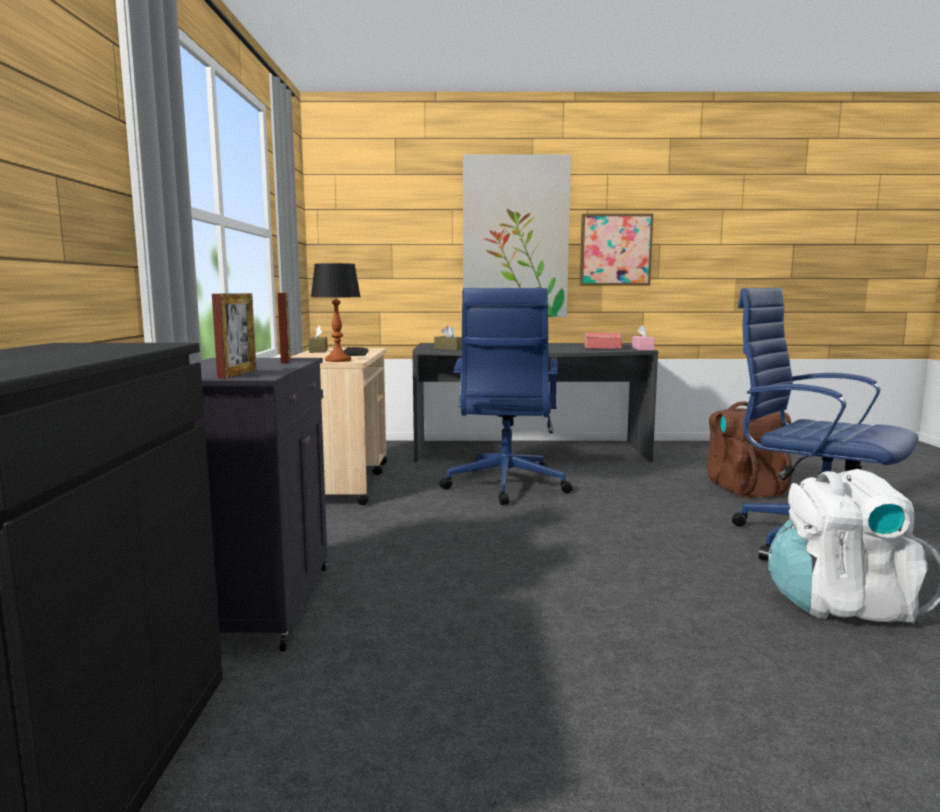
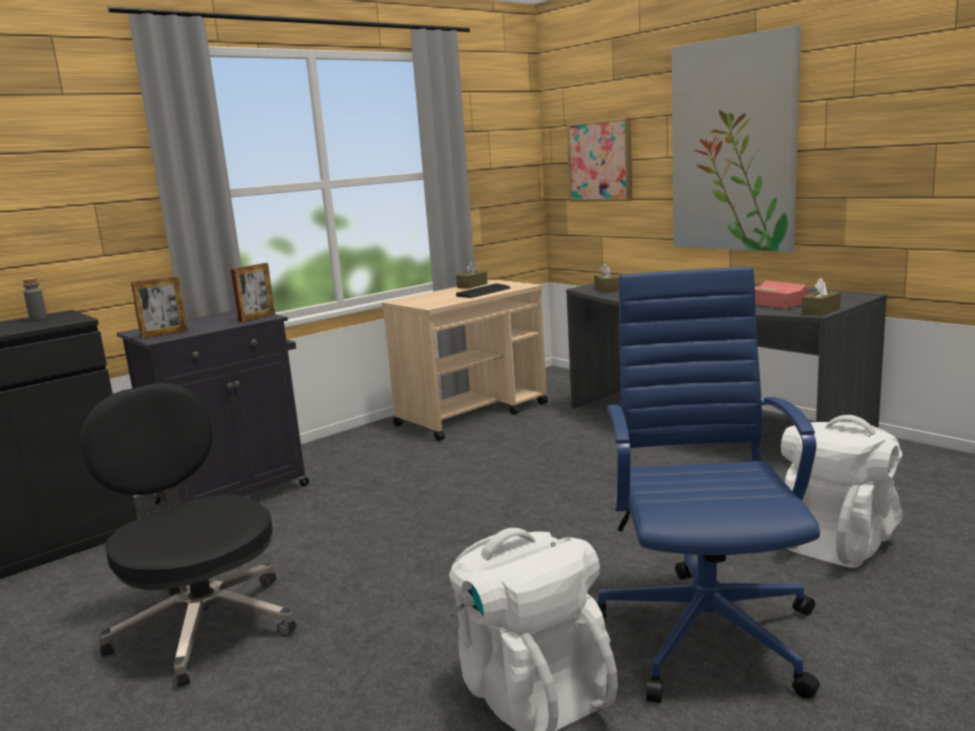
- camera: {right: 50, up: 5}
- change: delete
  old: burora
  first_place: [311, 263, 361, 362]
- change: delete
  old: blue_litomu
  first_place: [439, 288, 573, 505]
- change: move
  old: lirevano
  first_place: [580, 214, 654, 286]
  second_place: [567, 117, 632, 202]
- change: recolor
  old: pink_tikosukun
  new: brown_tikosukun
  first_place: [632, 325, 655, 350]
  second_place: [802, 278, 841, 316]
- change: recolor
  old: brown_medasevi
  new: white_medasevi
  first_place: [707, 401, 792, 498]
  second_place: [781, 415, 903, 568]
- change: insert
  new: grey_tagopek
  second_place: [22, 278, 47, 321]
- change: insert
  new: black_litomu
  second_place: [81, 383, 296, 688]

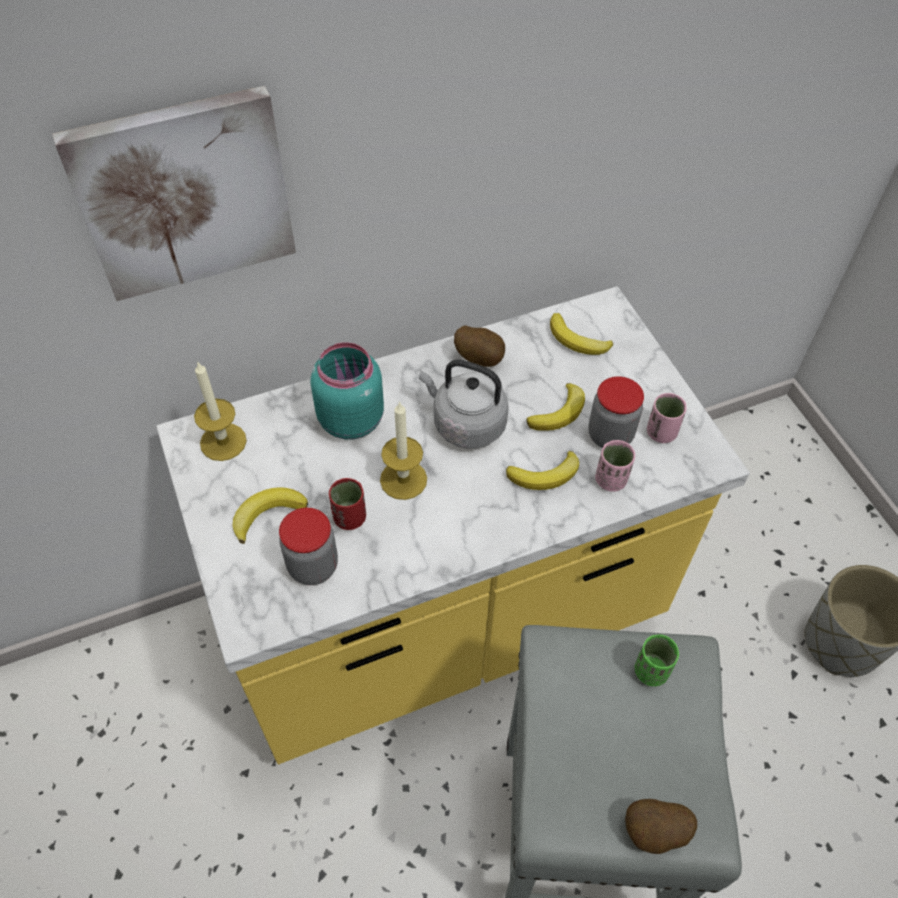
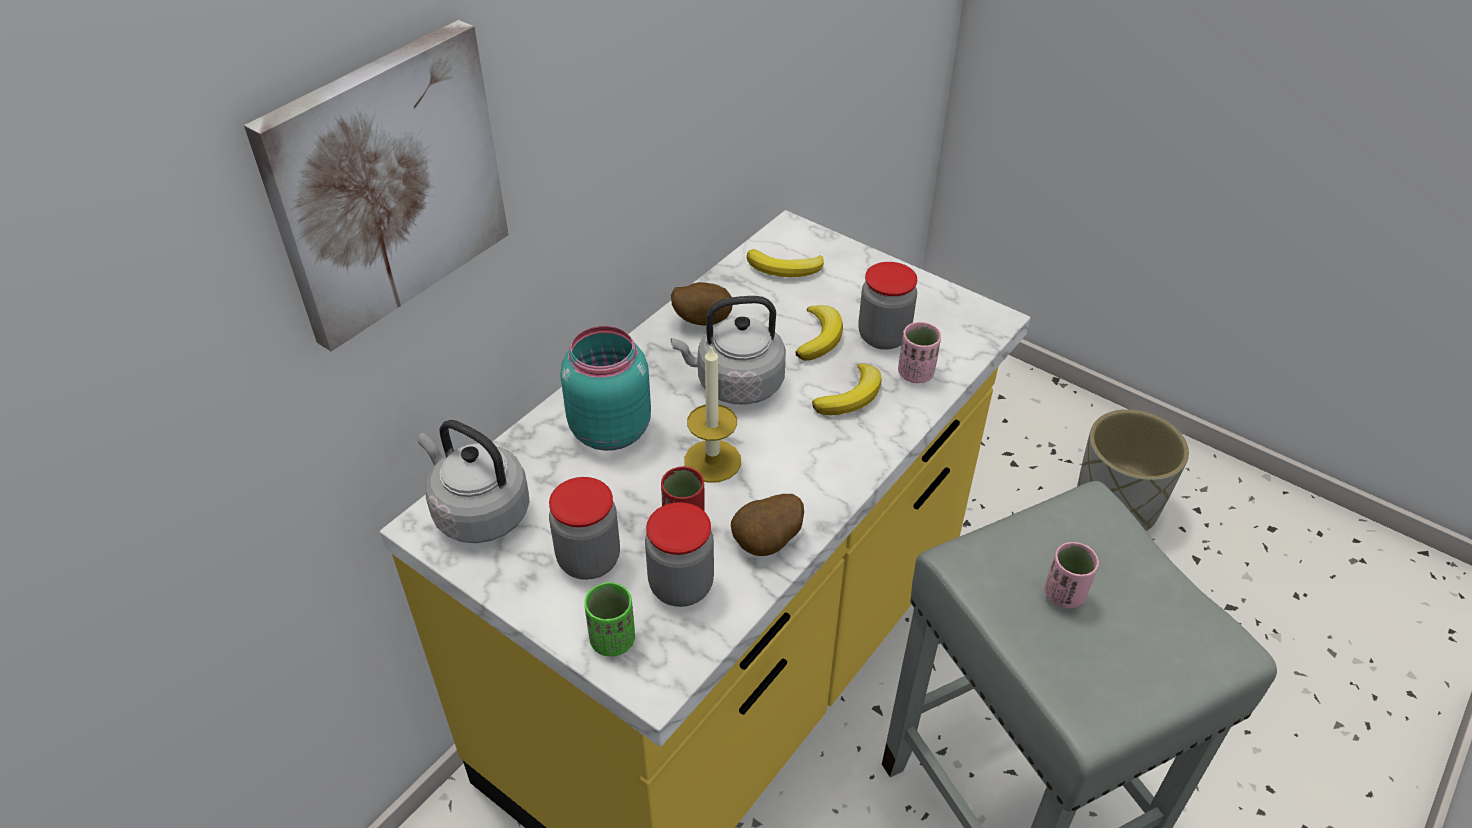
- camera: {right: -30, up: -10}
- change: replace
  old: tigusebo
  new: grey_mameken
  first_place: [194, 361, 247, 461]
  second_place: [418, 420, 530, 543]
- change: replace
  old: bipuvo
  new: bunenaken
  first_place: [233, 487, 308, 544]
  second_place: [549, 477, 620, 580]
- change: move
  old: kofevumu
  first_place: [625, 799, 697, 854]
  second_place: [731, 494, 804, 556]
- change: move
  old: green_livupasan
  first_place: [635, 635, 679, 686]
  second_place: [584, 582, 635, 656]
- change: move
  old: pink_livupasan
  first_place: [647, 393, 687, 443]
  second_place: [1045, 542, 1099, 609]

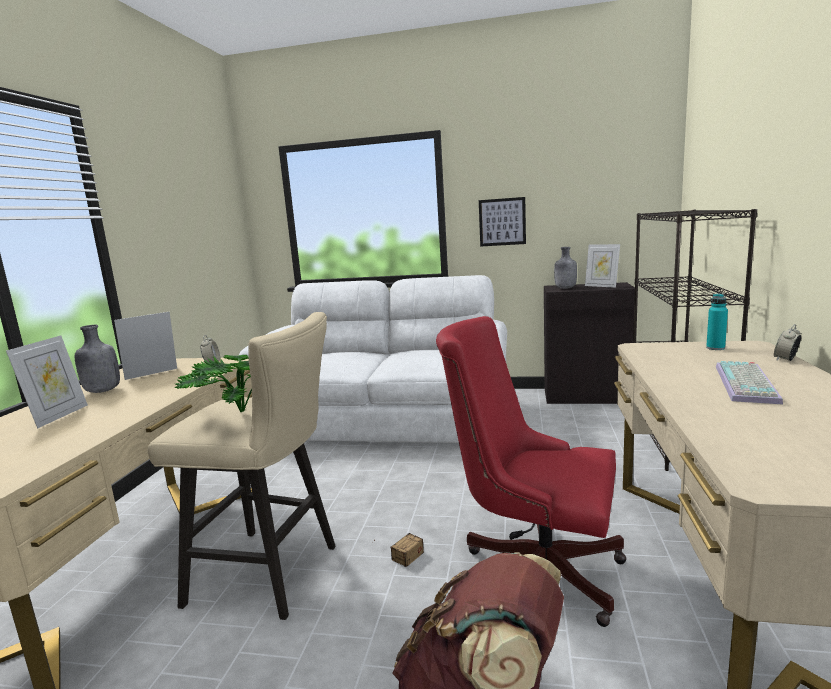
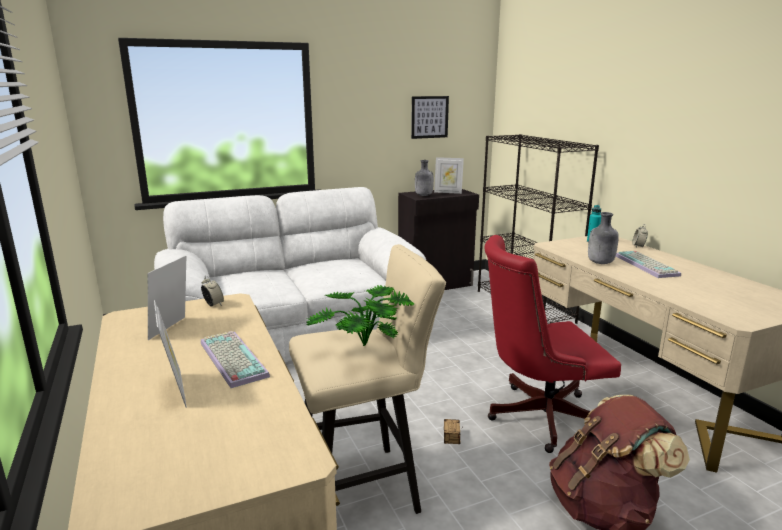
- camera: {right: -35, up: 5}
- change: move
  old: grey_tagopek
  first_place: [75, 325, 120, 393]
  second_place: [588, 212, 619, 264]
- change: move
  old: lirevano
  first_place: [479, 197, 526, 247]
  second_place: [411, 96, 449, 139]
- change: insert
  new: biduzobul
  second_place: [200, 331, 270, 388]

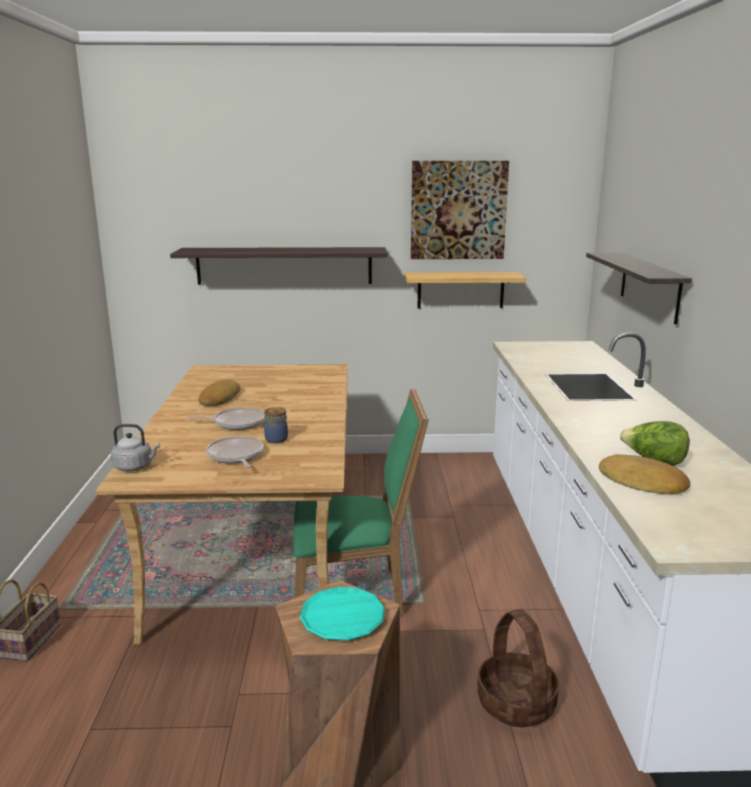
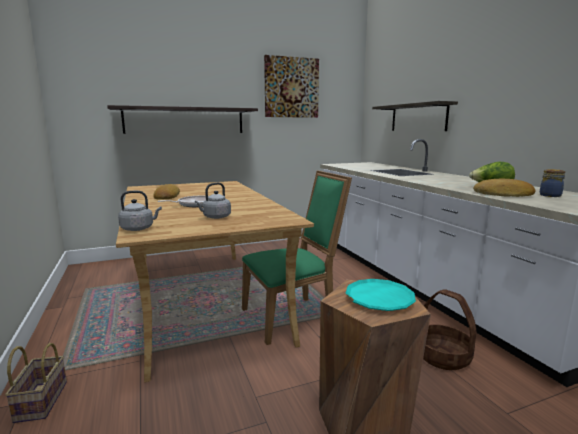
- camera: {right: -20, up: -5}
- change: replace
  old: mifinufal
  new: grey_mameken
  first_place: [206, 436, 264, 468]
  second_place: [195, 183, 231, 219]
- change: move
  old: bunenaken
  first_place: [264, 407, 288, 443]
  second_place: [540, 169, 565, 197]
- change: delete
  old: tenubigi
  first_place: [405, 272, 526, 308]

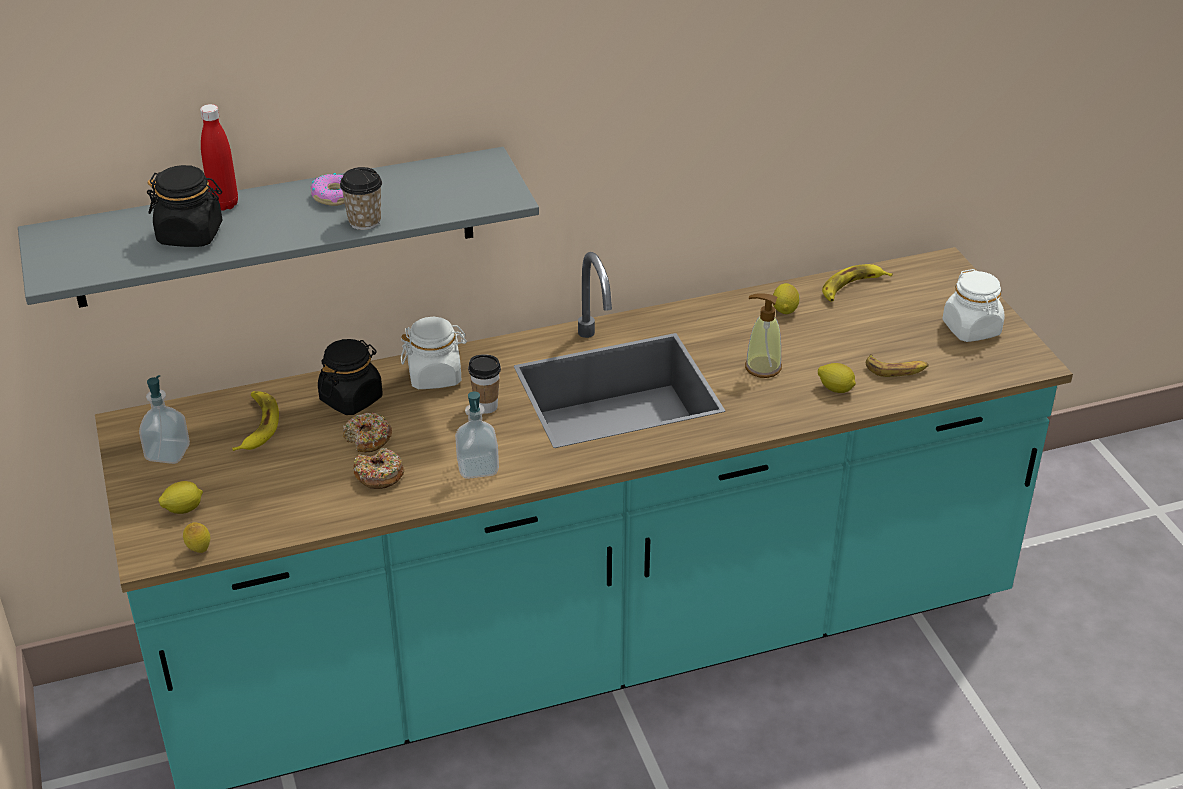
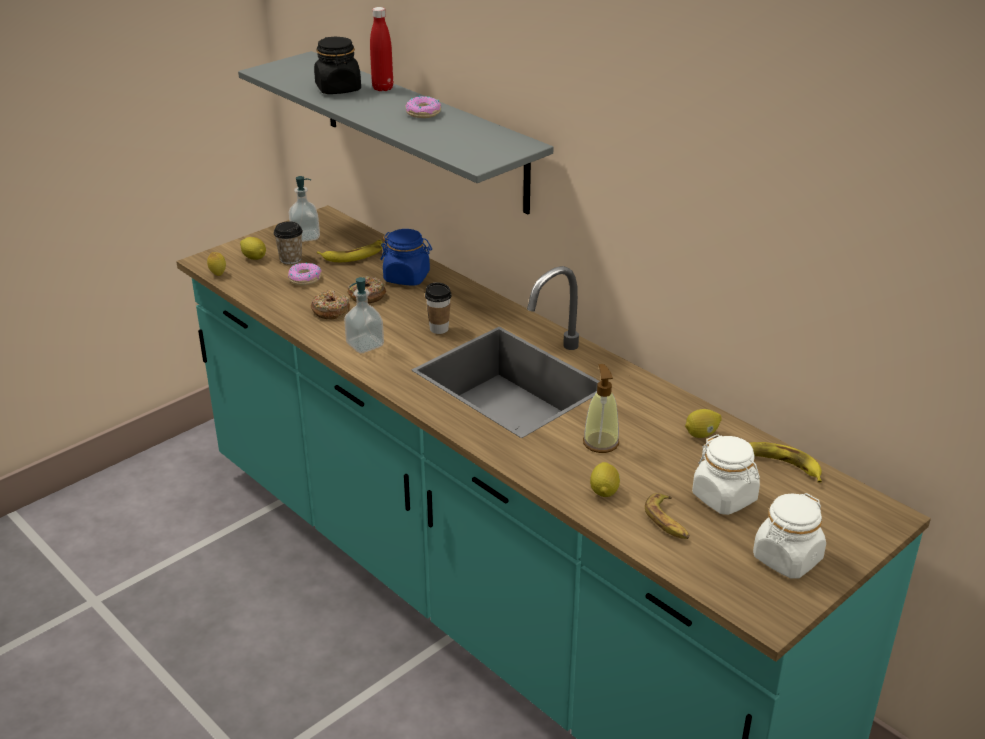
- camera: {right: 65, up: -5}
- change: recolor
  old: black_bunenaken
  new: blue_bunenaken
  first_place: [318, 339, 383, 415]
  second_place: [380, 229, 432, 286]
- change: move
  old: livupasan
  first_place: [340, 167, 382, 230]
  second_place: [274, 221, 303, 264]
- change: move
  old: white_bunenaken
  first_place: [401, 317, 467, 389]
  second_place: [692, 434, 760, 515]
- change: insert
  new: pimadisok
  second_place: [288, 262, 322, 285]

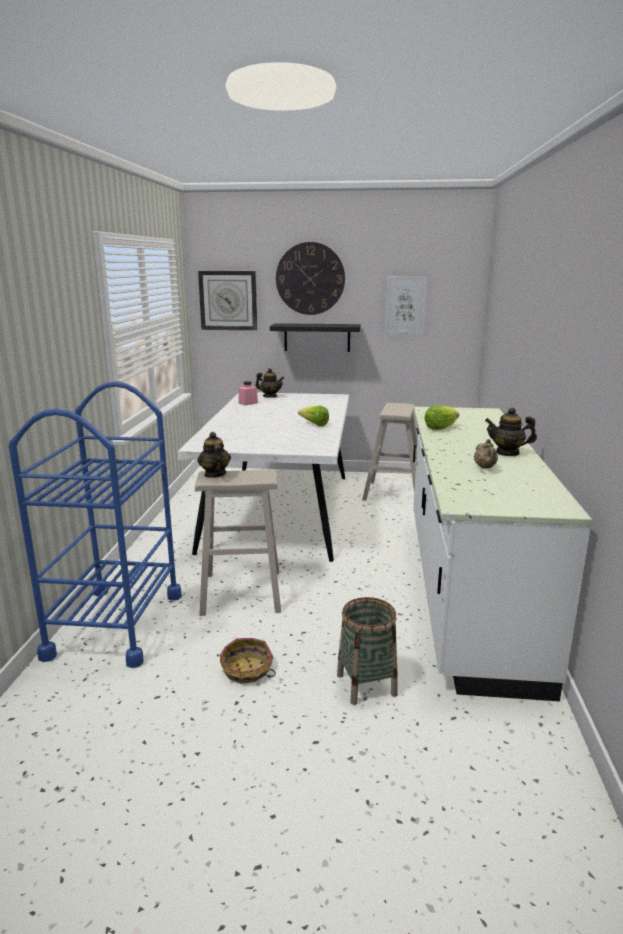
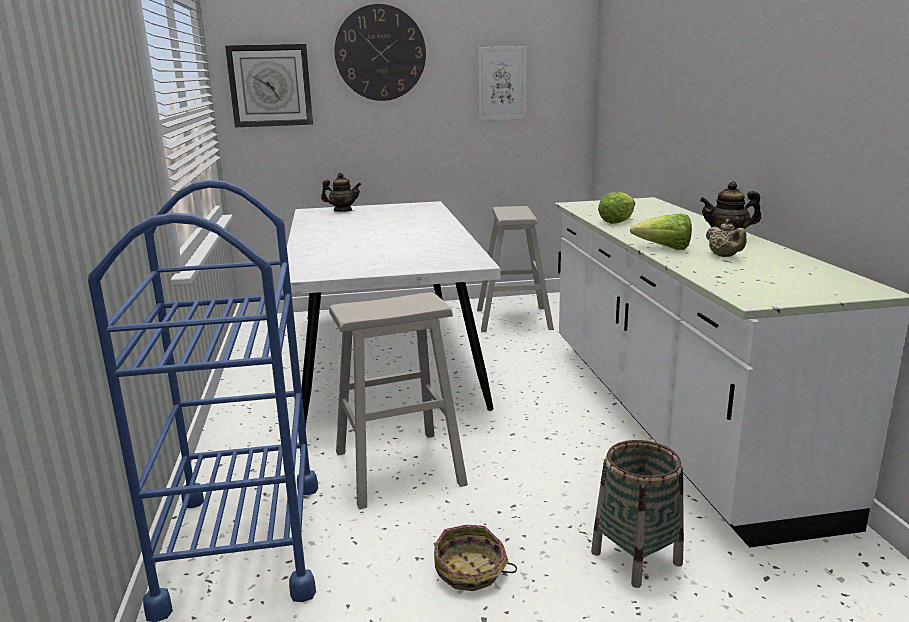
- camera: {right: -15, up: 0}
- change: delete
  old: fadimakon
  first_place: [198, 432, 231, 478]
- change: delete
  old: pink_bunenaken
  first_place: [238, 381, 258, 406]
- change: delete
  old: black_tenubigi
  first_place: [270, 323, 361, 352]
- change: move
  old: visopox
  first_place: [298, 406, 329, 426]
  second_place: [630, 214, 692, 250]

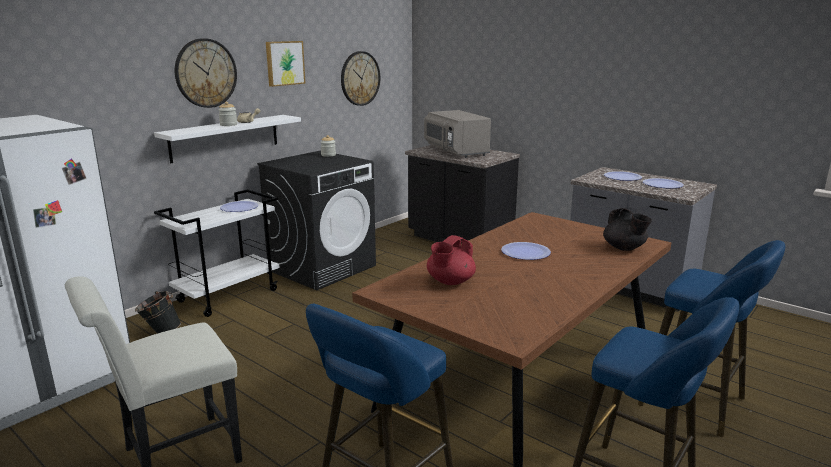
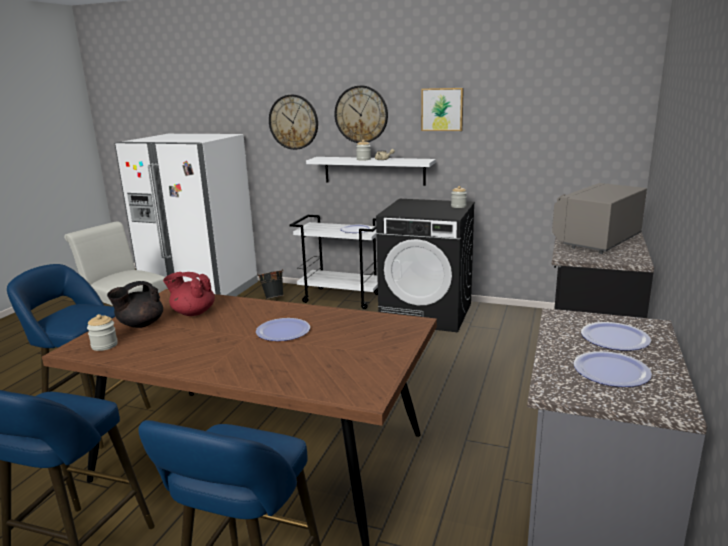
- camera: {right: 70, up: 0}
- change: move
  old: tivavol
  first_place: [341, 51, 380, 106]
  second_place: [269, 95, 318, 150]
- change: move
  old: black_fadimakon
  first_place: [603, 207, 652, 251]
  second_place: [107, 281, 163, 328]
- change: insert
  new: bunenaken
  second_place: [87, 314, 118, 351]

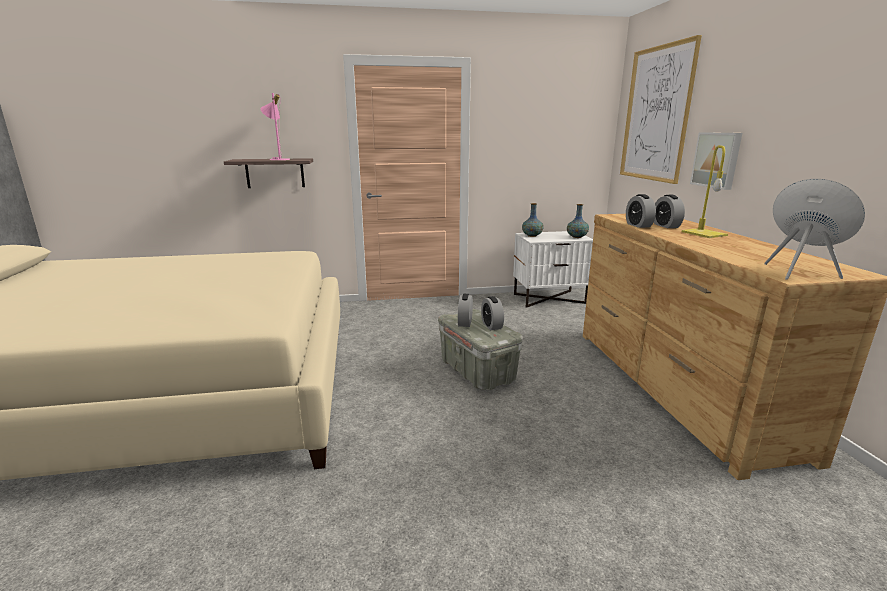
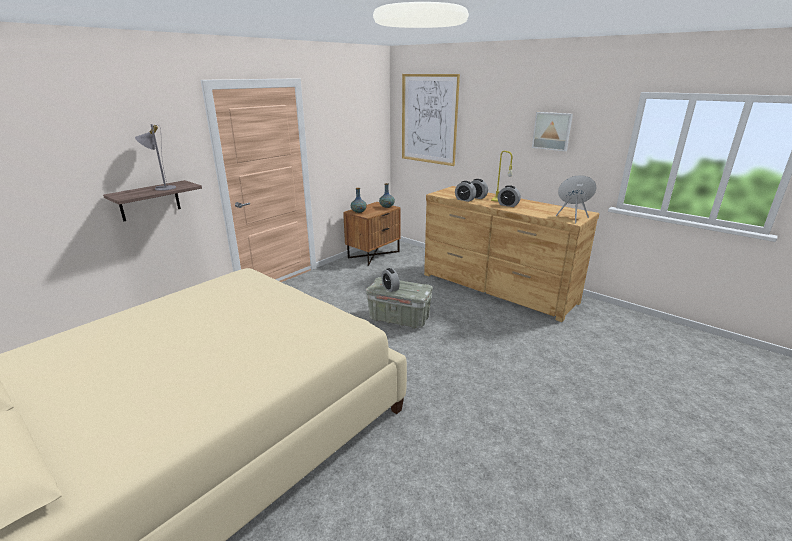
- camera: {right: -40, up: 5}
- change: recolor
  old: pink_burora
  new: grey_burora
  first_place: [261, 93, 290, 160]
  second_place: [135, 124, 176, 191]
- change: move
  old: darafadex
  first_place: [481, 296, 504, 330]
  second_place: [498, 185, 521, 207]
- change: recolor
  old: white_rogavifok
  new: brown_rogavifok
  first_place: [513, 231, 593, 308]
  second_place: [343, 202, 401, 266]
- change: move
  old: lirevano
  first_place: [690, 132, 742, 190]
  second_place: [532, 112, 573, 151]

